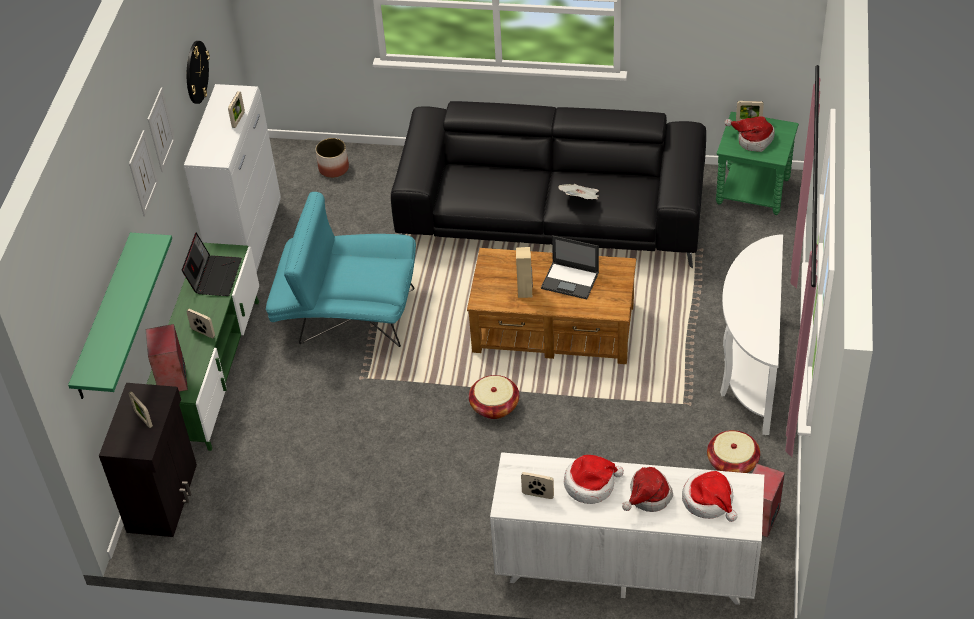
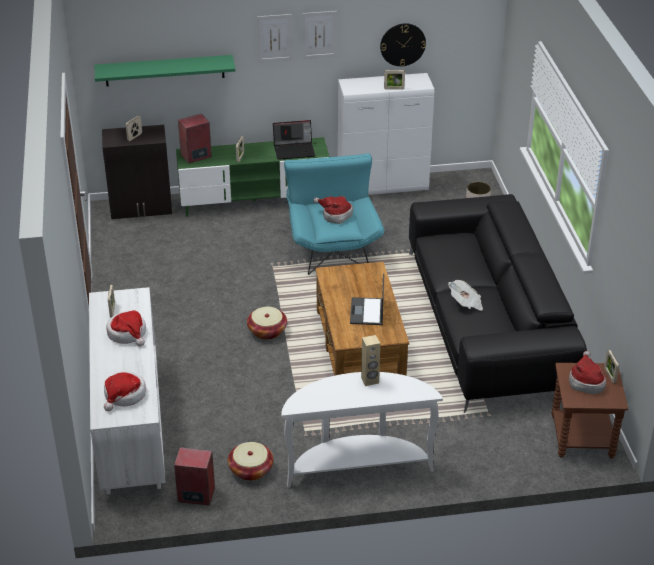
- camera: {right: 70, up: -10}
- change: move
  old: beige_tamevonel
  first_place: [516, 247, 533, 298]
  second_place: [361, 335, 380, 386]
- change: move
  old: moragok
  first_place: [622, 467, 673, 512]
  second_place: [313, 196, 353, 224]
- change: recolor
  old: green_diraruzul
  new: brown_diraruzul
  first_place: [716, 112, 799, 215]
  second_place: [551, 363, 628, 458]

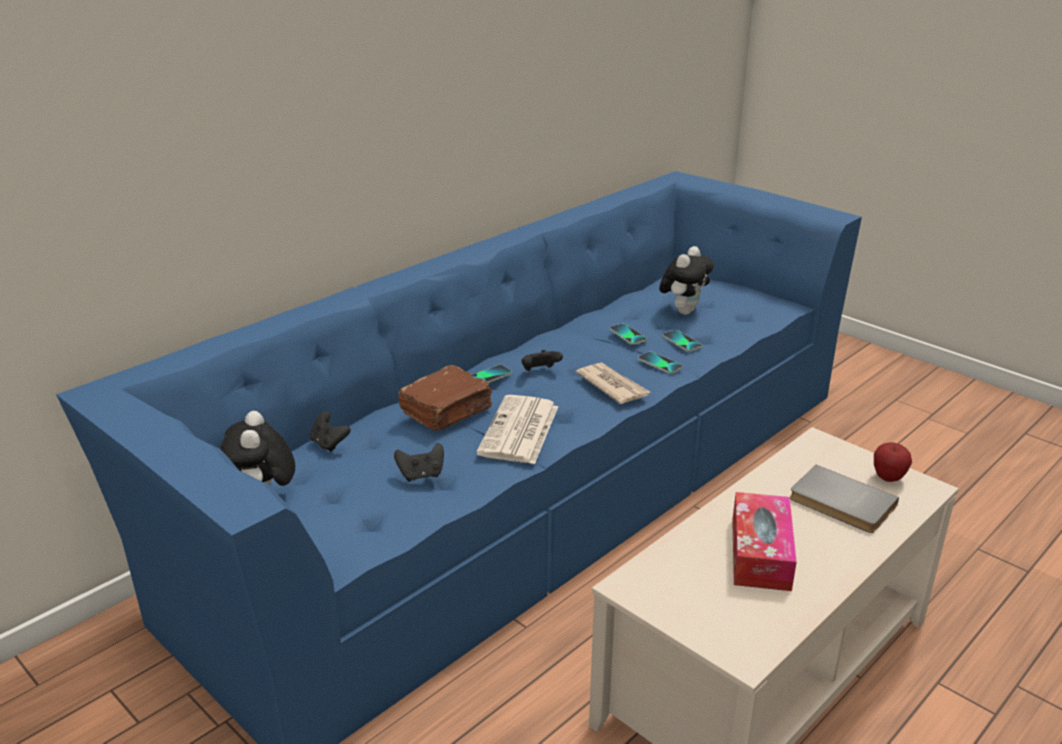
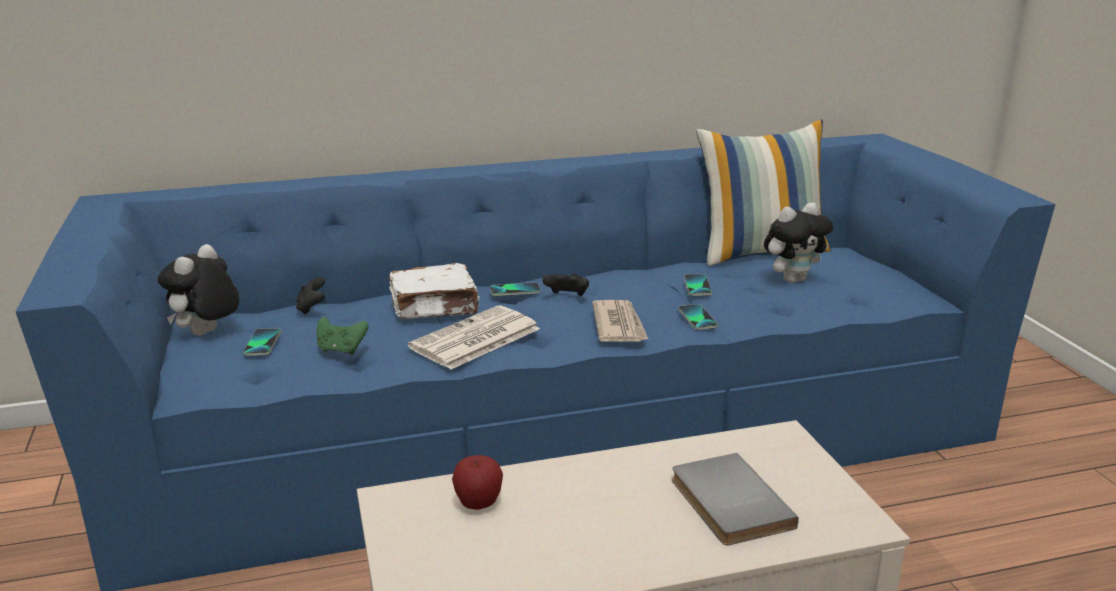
- camera: {right: 30, up: -5}
- change: recolor
  old: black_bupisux
  new: green_bupisux
  first_place: [394, 443, 444, 482]
  second_place: [317, 317, 368, 355]
- change: recolor
  old: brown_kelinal
  new: white_kelinal
  first_place: [398, 365, 492, 431]
  second_place: [389, 263, 480, 319]
- change: move
  old: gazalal
  first_place: [663, 330, 702, 352]
  second_place: [243, 328, 281, 356]
- change: delete
  old: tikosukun
  first_place: [732, 492, 797, 591]
- change: move
  old: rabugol
  first_place: [874, 442, 912, 482]
  second_place: [452, 455, 503, 510]
- change: insert
  new: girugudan
  second_place: [696, 120, 831, 266]

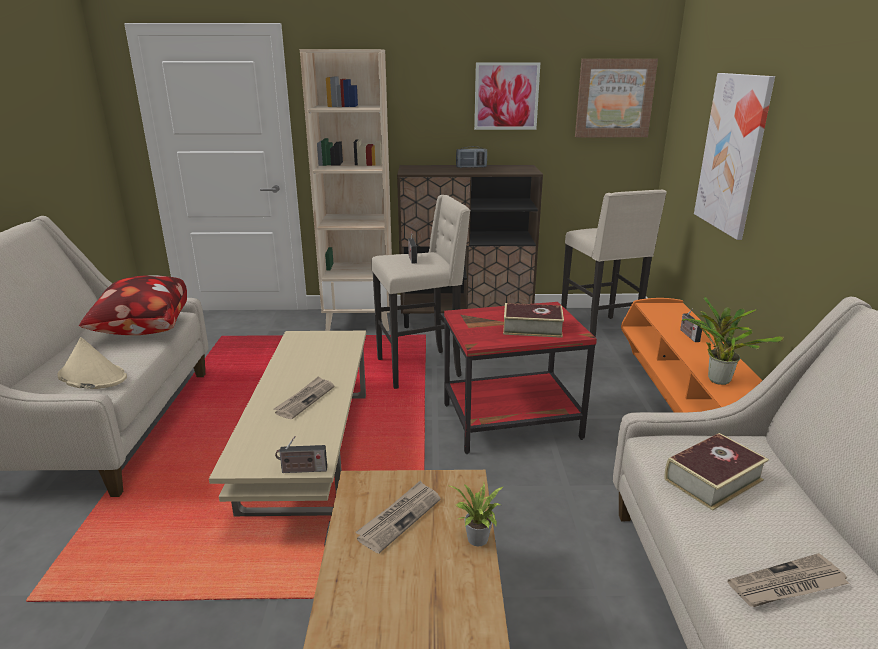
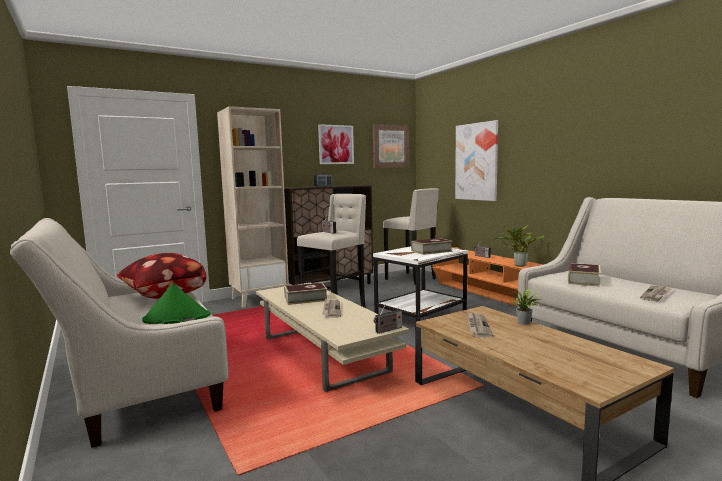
- camera: {right: -30, up: -15}
- change: recolor
  old: beige_moragok
  new: green_moragok
  first_place: [57, 337, 127, 389]
  second_place: [142, 283, 211, 324]
- change: recolor
  old: red_diraruzul
  new: white_diraruzul
  first_place: [444, 302, 597, 454]
  second_place: [373, 246, 468, 322]
- change: insert
  new: kelinal
  second_place: [284, 283, 327, 305]

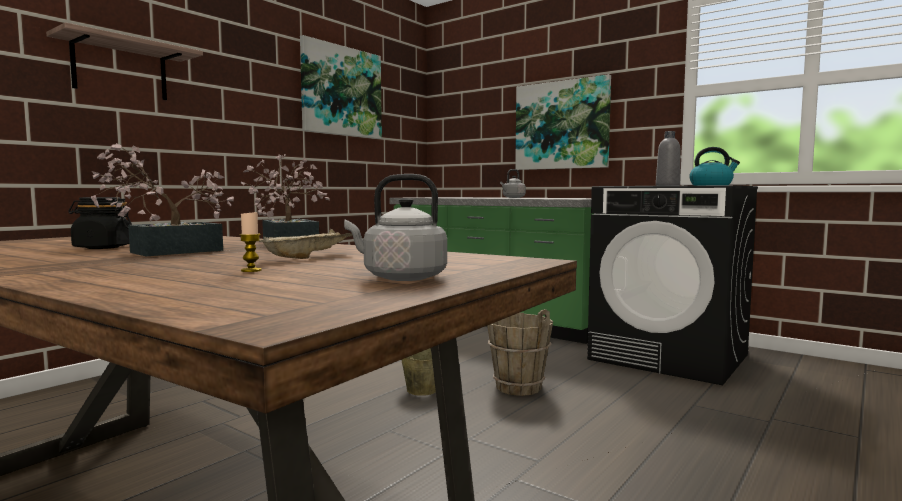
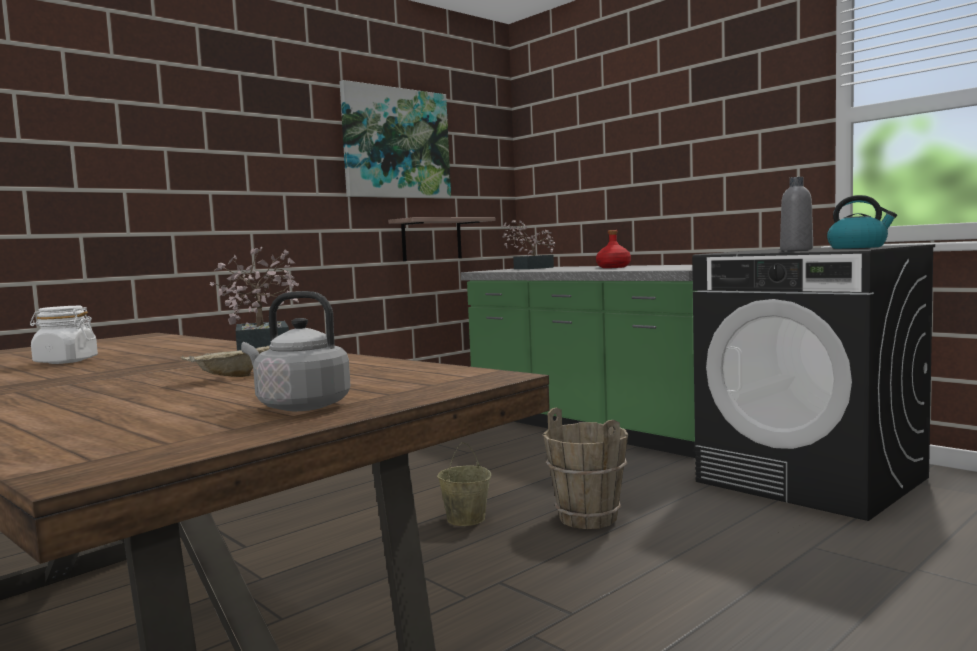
- camera: {right: 10, up: 0}
- change: move
  old: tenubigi
  first_place: [46, 22, 203, 100]
  second_place: [388, 217, 495, 261]
- change: recolor
  old: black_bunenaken
  new: white_bunenaken
  first_place: [68, 197, 132, 249]
  second_place: [30, 306, 98, 364]
- change: move
  old: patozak
  first_place: [91, 143, 234, 256]
  second_place: [503, 220, 555, 269]
- change: delete
  old: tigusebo
  first_place: [239, 212, 262, 272]
- change: replace
  old: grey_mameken
  new: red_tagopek
  first_place: [500, 169, 526, 198]
  second_place: [596, 230, 631, 268]
- change: delete
  old: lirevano
  first_place: [515, 74, 611, 170]

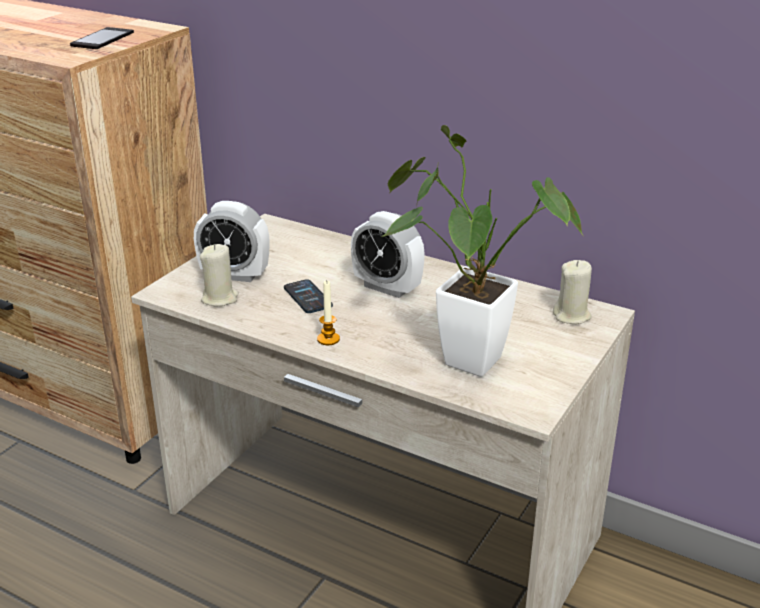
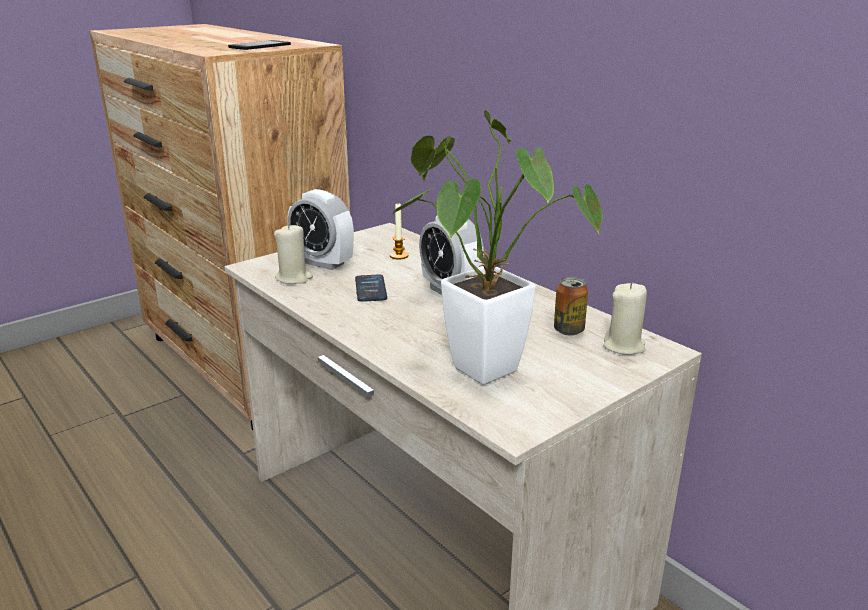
- camera: {right: 20, up: -5}
- change: move
  old: tigusebo
  first_place: [317, 281, 340, 345]
  second_place: [390, 203, 408, 260]
- change: insert
  new: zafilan
  second_place: [554, 277, 588, 336]

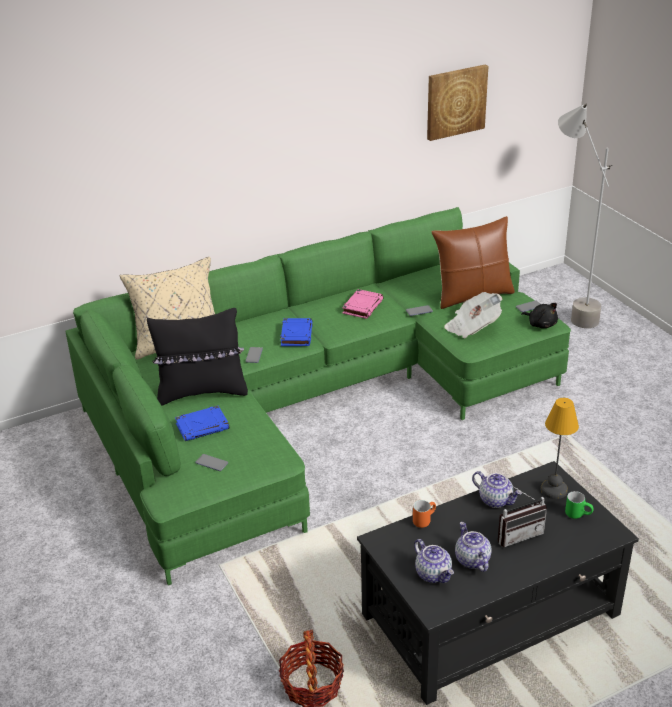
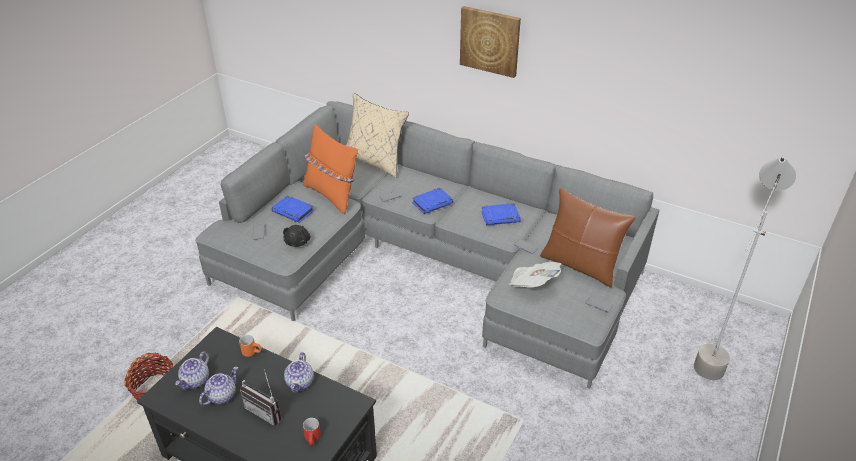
- camera: {right: 55, up: 5}
- change: recolor
  old: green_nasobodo
  new: grey_nasobodo
  first_place: [65, 207, 571, 585]
  second_place: [195, 101, 659, 389]
- change: recolor
  old: black_girugudan
  new: orange_girugudan
  first_place: [147, 308, 248, 406]
  second_place: [303, 124, 358, 214]
- change: recolor
  old: pink_kelinal
  new: blue_kelinal
  first_place: [342, 289, 384, 319]
  second_place: [481, 203, 521, 225]
- change: move
  old: lirevano
  first_place: [427, 65, 488, 141]
  second_place: [460, 6, 521, 78]
- change: move
  old: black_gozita
  first_place: [521, 303, 558, 328]
  second_place: [283, 225, 311, 247]
- change: delete
  old: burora
  first_place: [540, 398, 579, 499]
- change: recolor
  old: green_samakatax
  new: red_samakatax
  first_place: [565, 491, 594, 519]
  second_place: [303, 418, 321, 446]

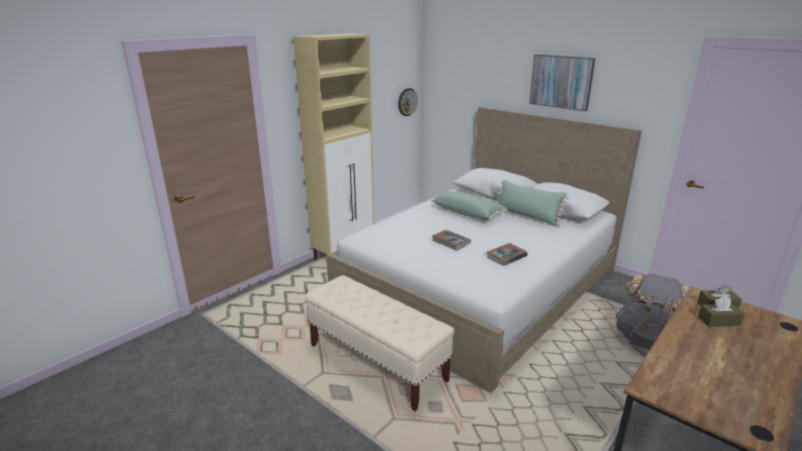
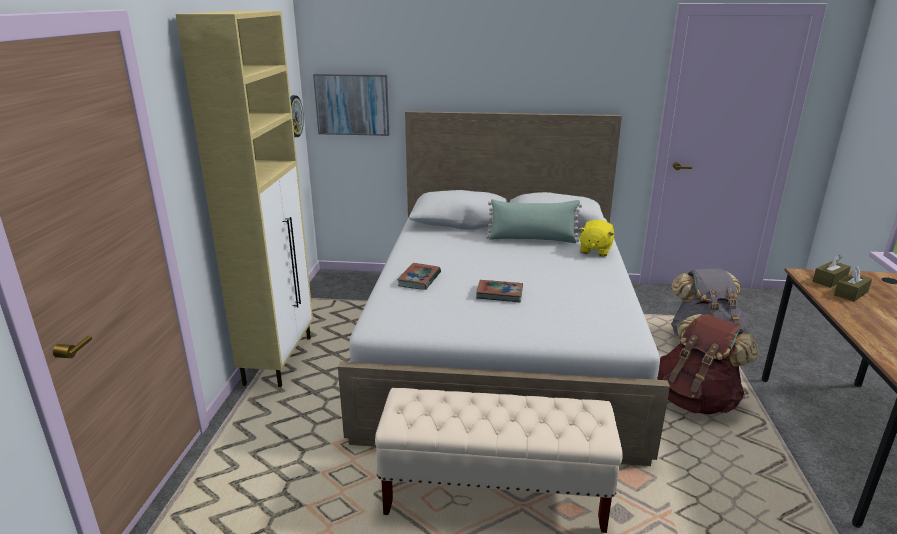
- camera: {right: -35, up: 0}
- change: delete
  old: green_girugudan
  first_place: [432, 191, 508, 220]
- change: move
  old: kelinal
  first_place: [487, 243, 528, 266]
  second_place: [397, 263, 441, 290]
- change: move
  old: lirevano
  first_place: [529, 54, 595, 111]
  second_place: [313, 74, 389, 136]
- change: insert
  new: yellow_gozita
  second_place: [578, 220, 614, 257]
- change: insert
  new: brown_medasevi
  second_place: [657, 314, 759, 414]

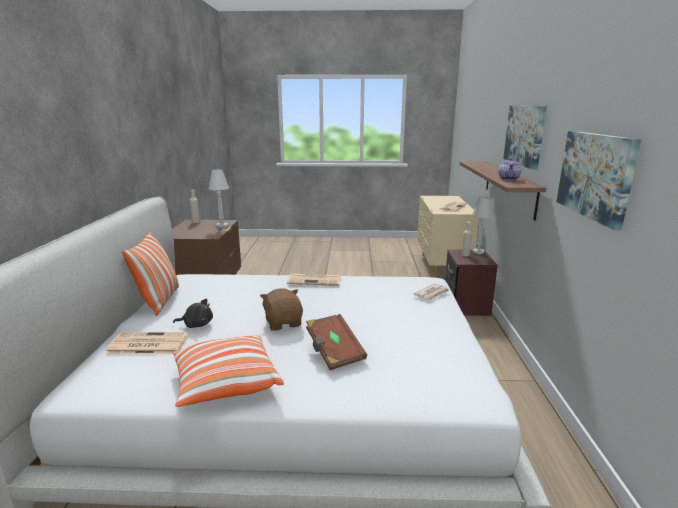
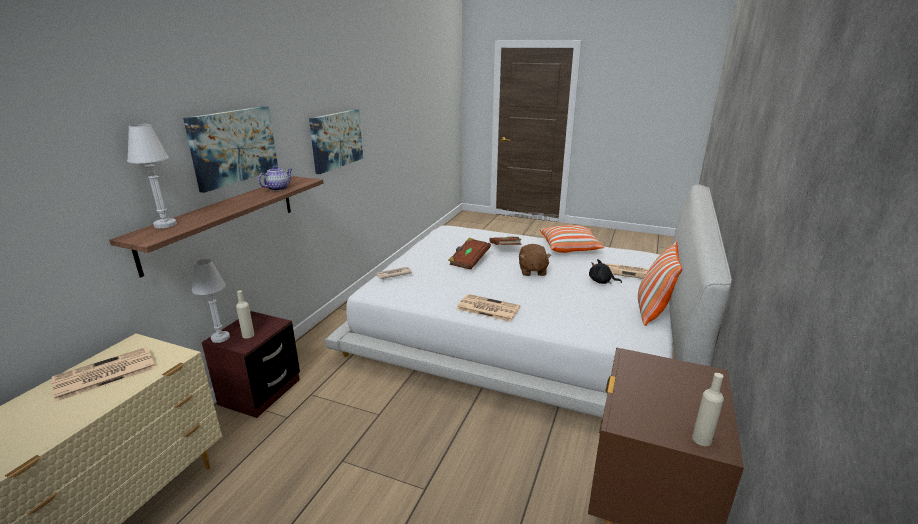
- camera: {right: -160, up: 5}
- change: move
  old: white_burora
  first_place: [208, 169, 229, 228]
  second_place: [127, 124, 177, 228]
- change: insert
  new: brown_kelinal
  second_place: [449, 238, 491, 270]

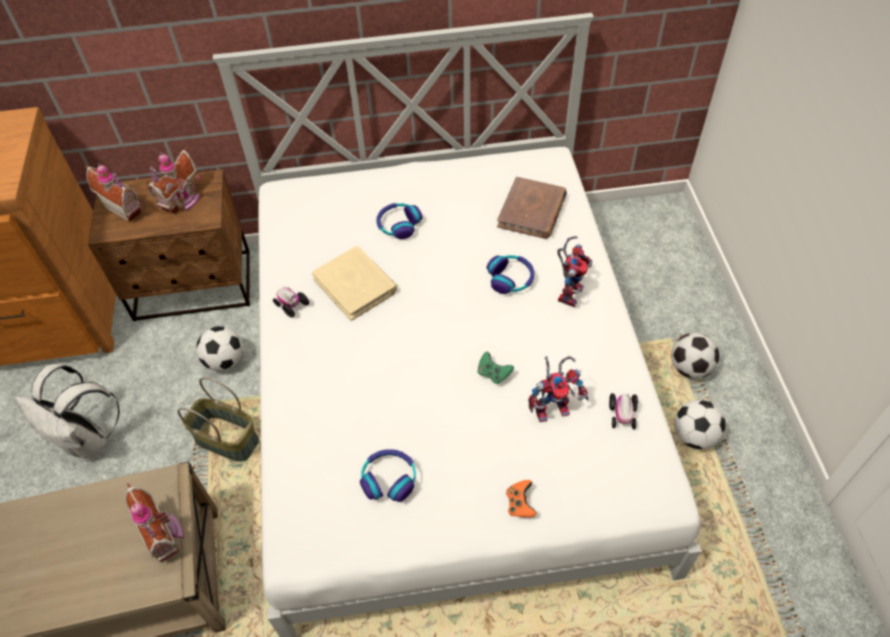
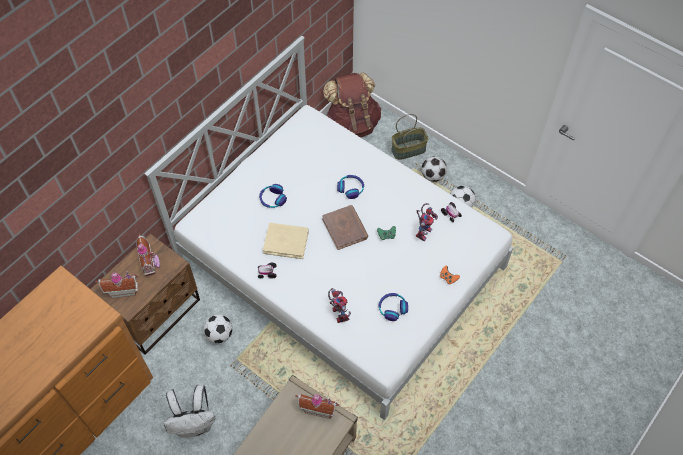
- camera: {right: -45, up: 5}
- change: move
  old: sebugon
  first_place: [178, 377, 259, 462]
  second_place: [391, 114, 428, 160]
- change: move
  old: brown_kelinal
  first_place: [497, 177, 567, 239]
  second_place: [322, 205, 368, 250]
- change: move
  old: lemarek
  first_place: [557, 236, 592, 307]
  second_place: [328, 288, 351, 323]
- change: insert
  new: brown_medasevi
  second_place: [323, 73, 381, 138]

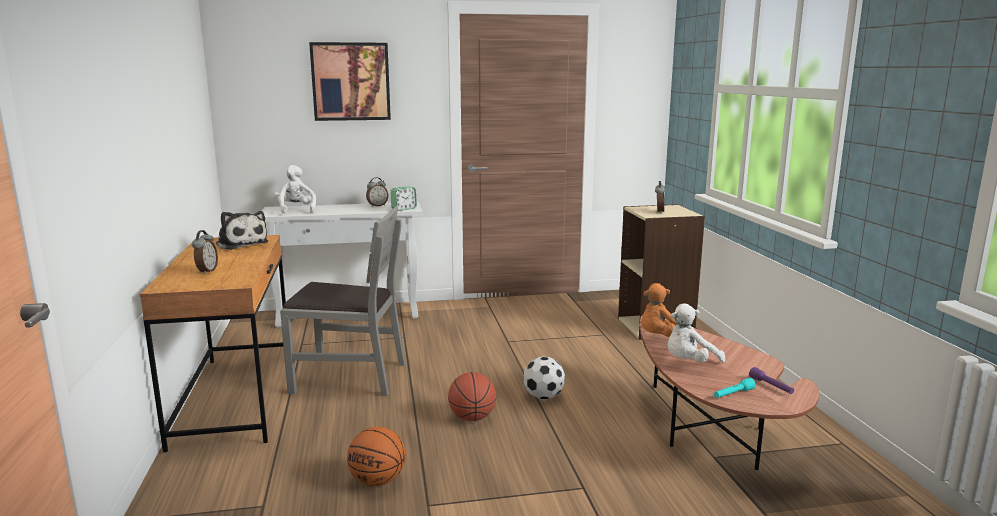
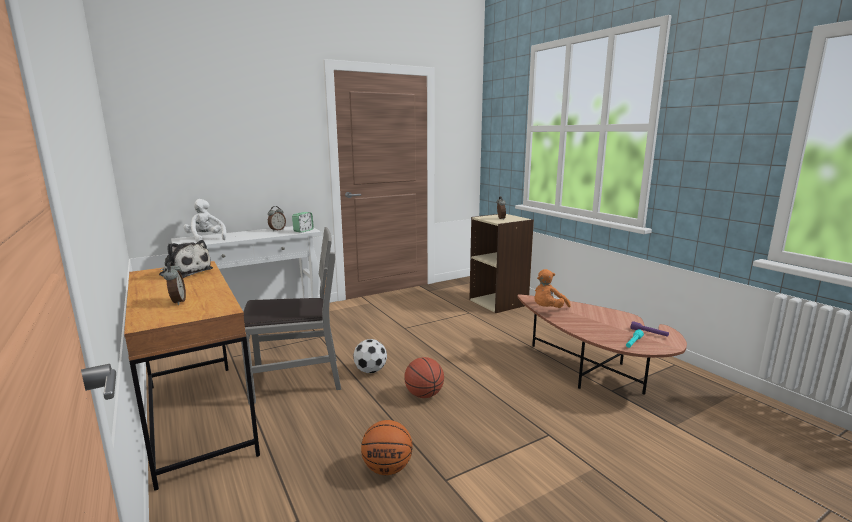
- camera: {right: -20, up: 0}
- change: delete
  old: lirevano
  first_place: [309, 42, 391, 121]
- change: move
  old: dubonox
  first_place: [523, 357, 565, 399]
  second_place: [353, 339, 387, 373]
- change: delete
  old: white_gozita
  first_place: [667, 304, 725, 363]

